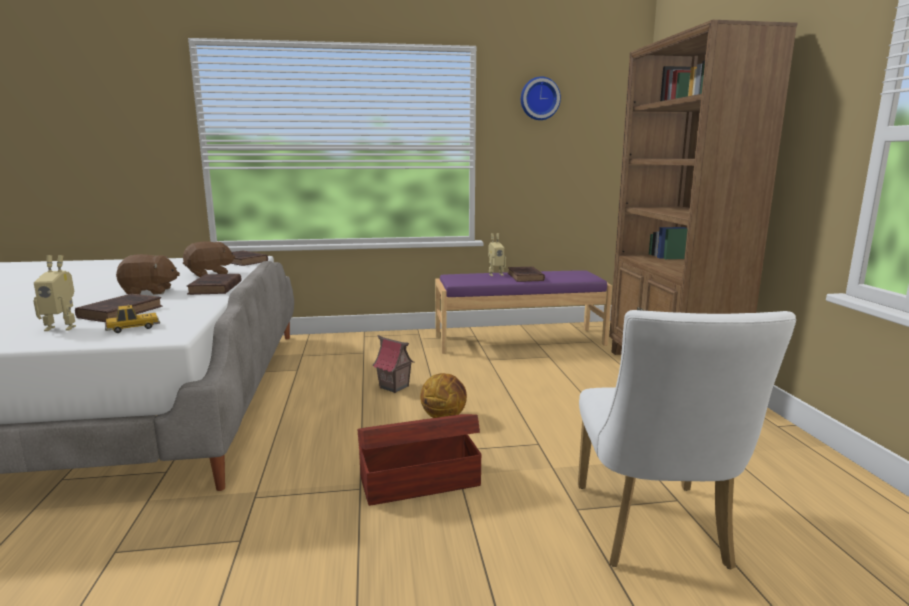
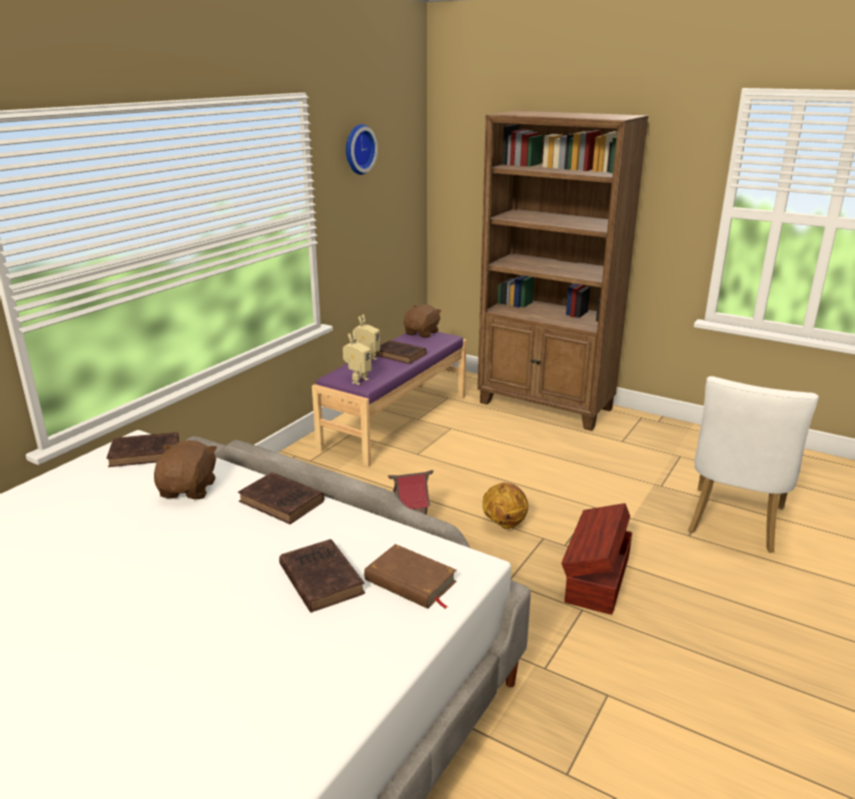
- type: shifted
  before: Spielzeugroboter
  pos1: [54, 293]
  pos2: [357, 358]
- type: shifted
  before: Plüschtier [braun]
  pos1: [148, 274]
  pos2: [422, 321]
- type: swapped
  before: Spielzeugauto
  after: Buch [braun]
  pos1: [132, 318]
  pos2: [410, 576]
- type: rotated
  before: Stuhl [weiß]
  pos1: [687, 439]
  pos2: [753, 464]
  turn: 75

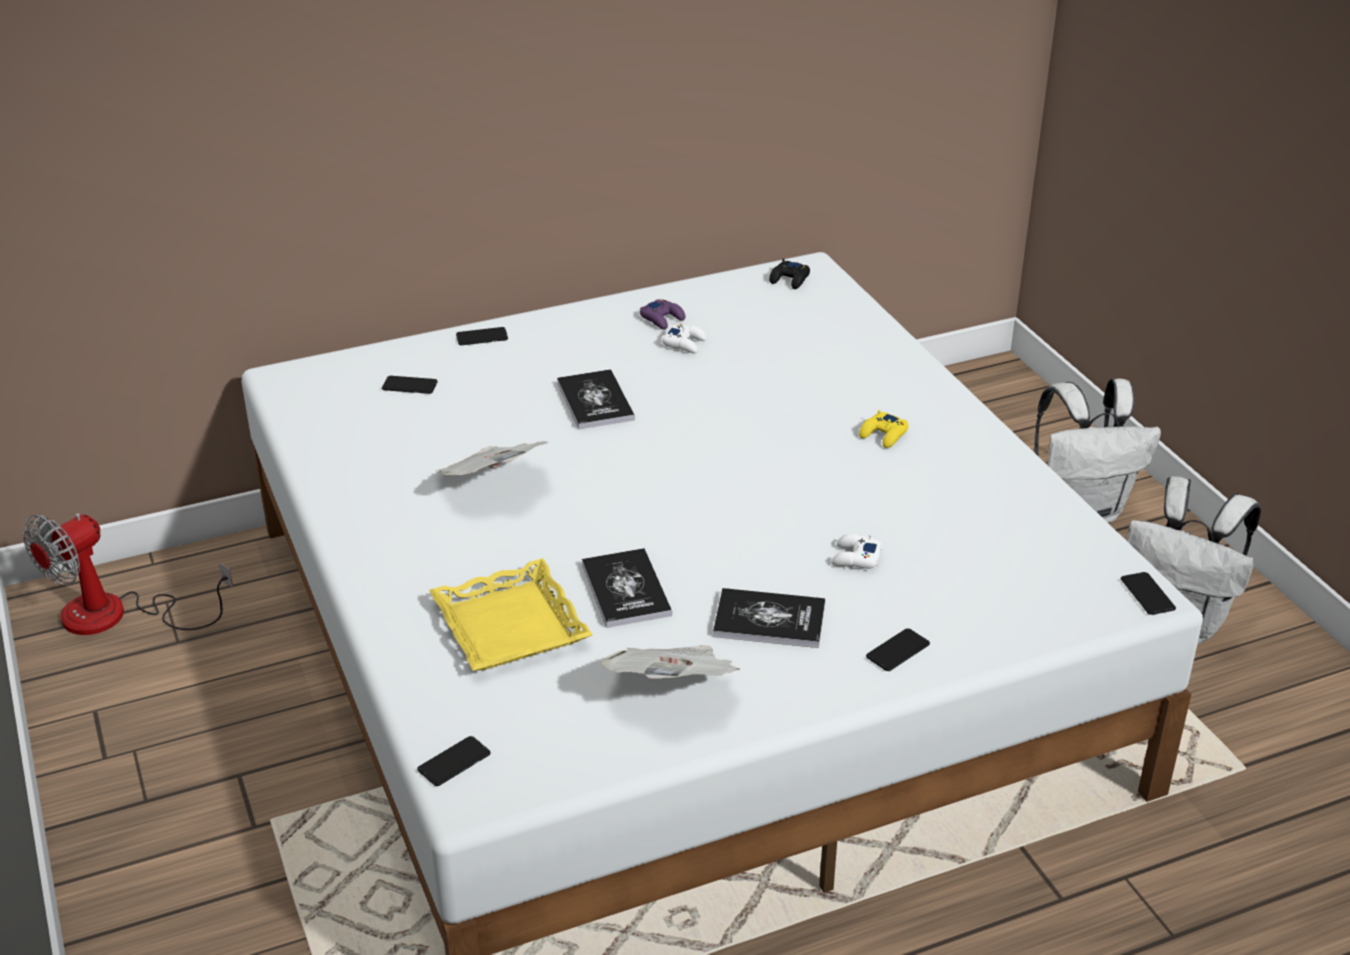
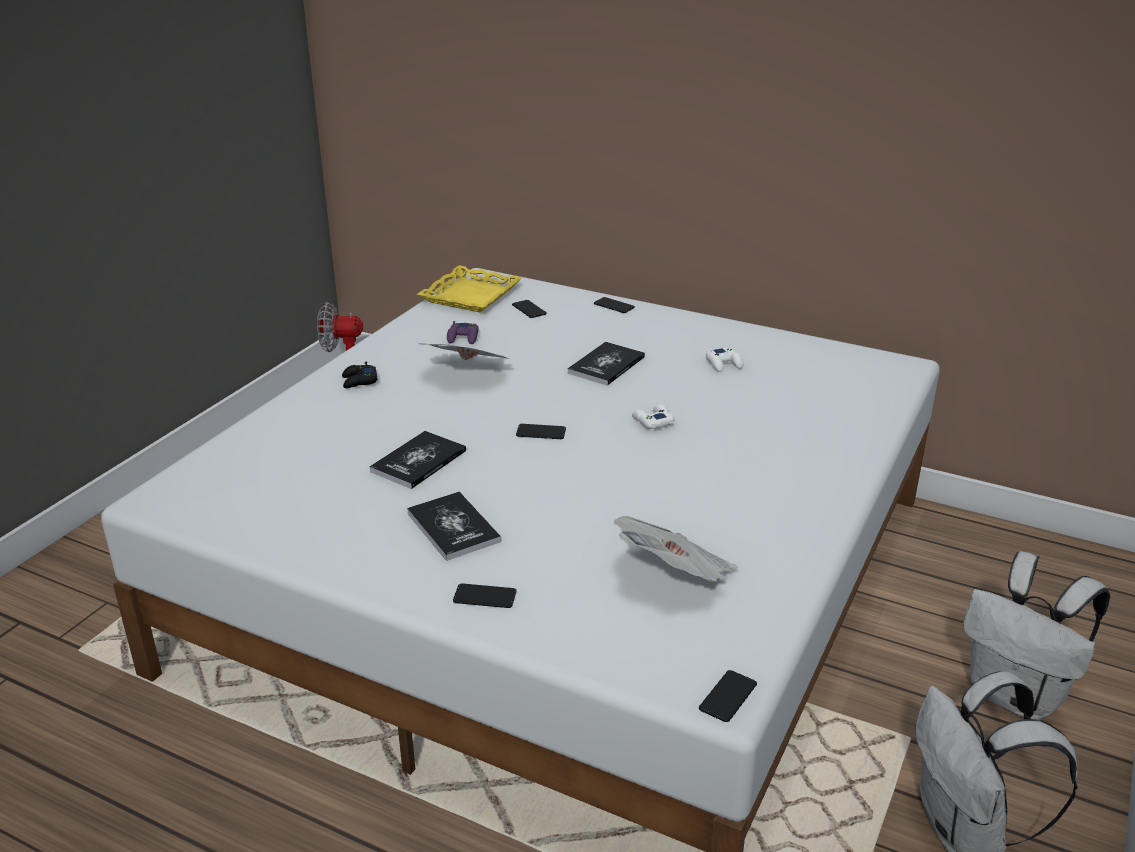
- type: gone
  before: Gamepad [gelb]
  pos1: [884, 429]
- type: shifted
  before: Handy
  pos1: [454, 761]
  pos2: [541, 431]
- type: shifted
  before: Tablett [gelb]
  pos1: [510, 614]
  pos2: [469, 289]
- type: shifted
  before: Zeitung
  pos1: [670, 662]
  pos2: [676, 549]
- type: shifted
  before: Gamepad [lila]
  pos1: [662, 314]
  pos2: [463, 332]
- type: shifted
  before: Gamepad [schwarz]
  pos1: [789, 274]
  pos2: [360, 375]
- type: shifted
  before: Gamepad [weiß]
  pos1: [856, 551]
  pos2: [653, 416]

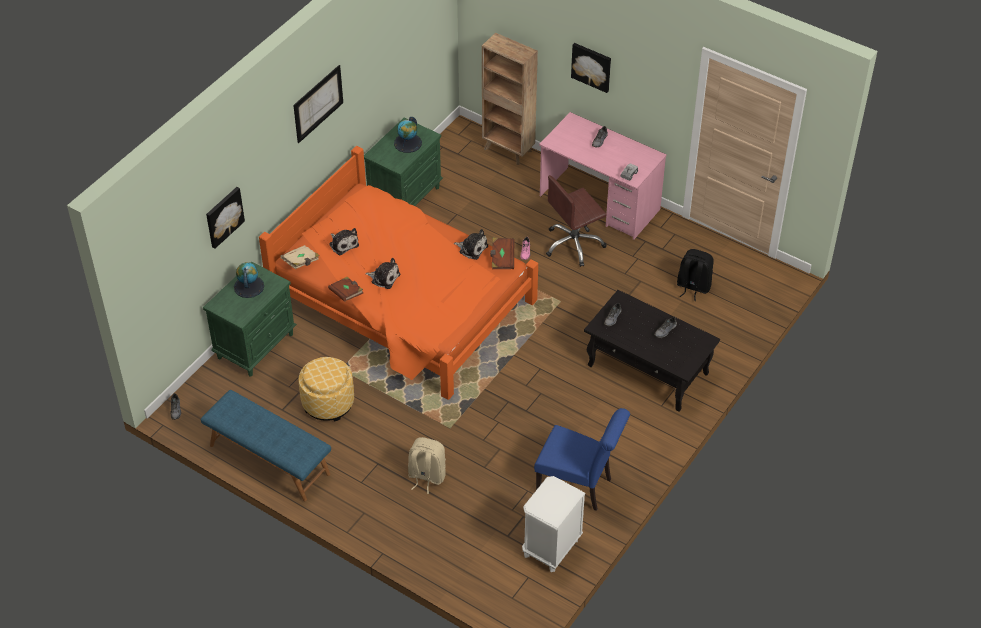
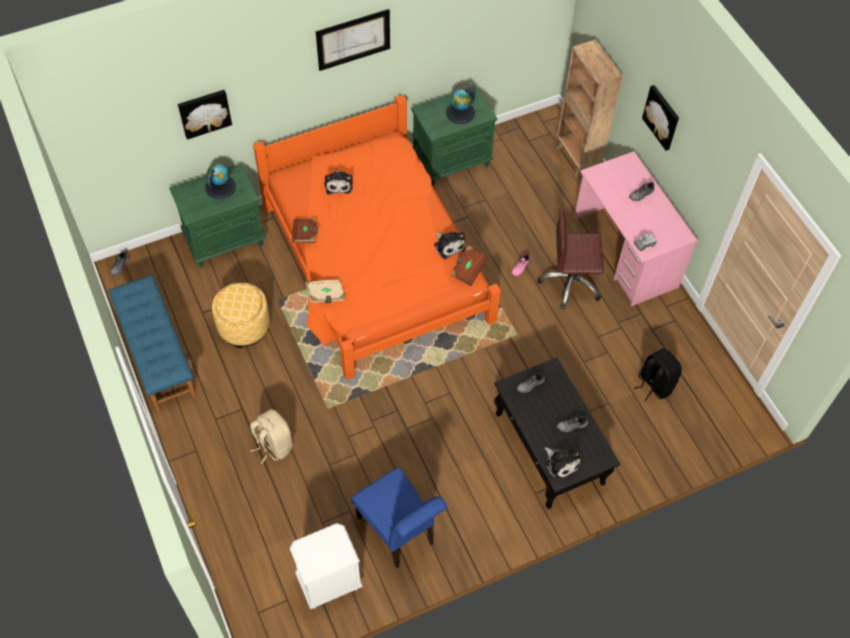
- type: shifted
  before: Buch [beige]
  pos1: [300, 257]
  pos2: [326, 291]
- type: shifted
  before: Plüschtier
  pos1: [382, 273]
  pos2: [562, 464]

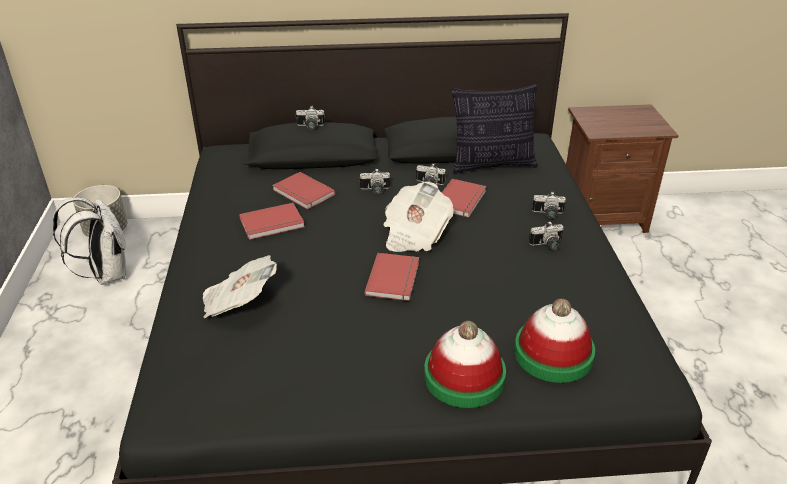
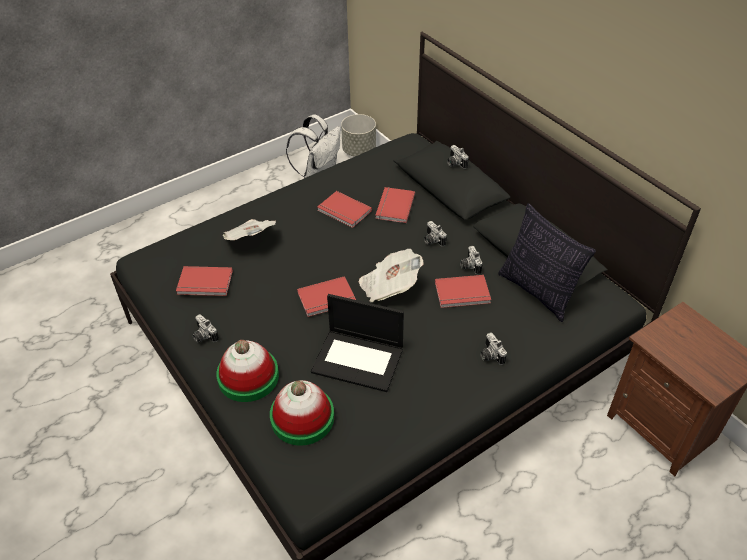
- type: new
  after: Buch [rot]
  pos2: [204, 281]
- type: new
  after: Laptop
  pos2: [357, 343]
- type: shifted
  before: Kamera
  pos1: [546, 235]
  pos2: [205, 328]

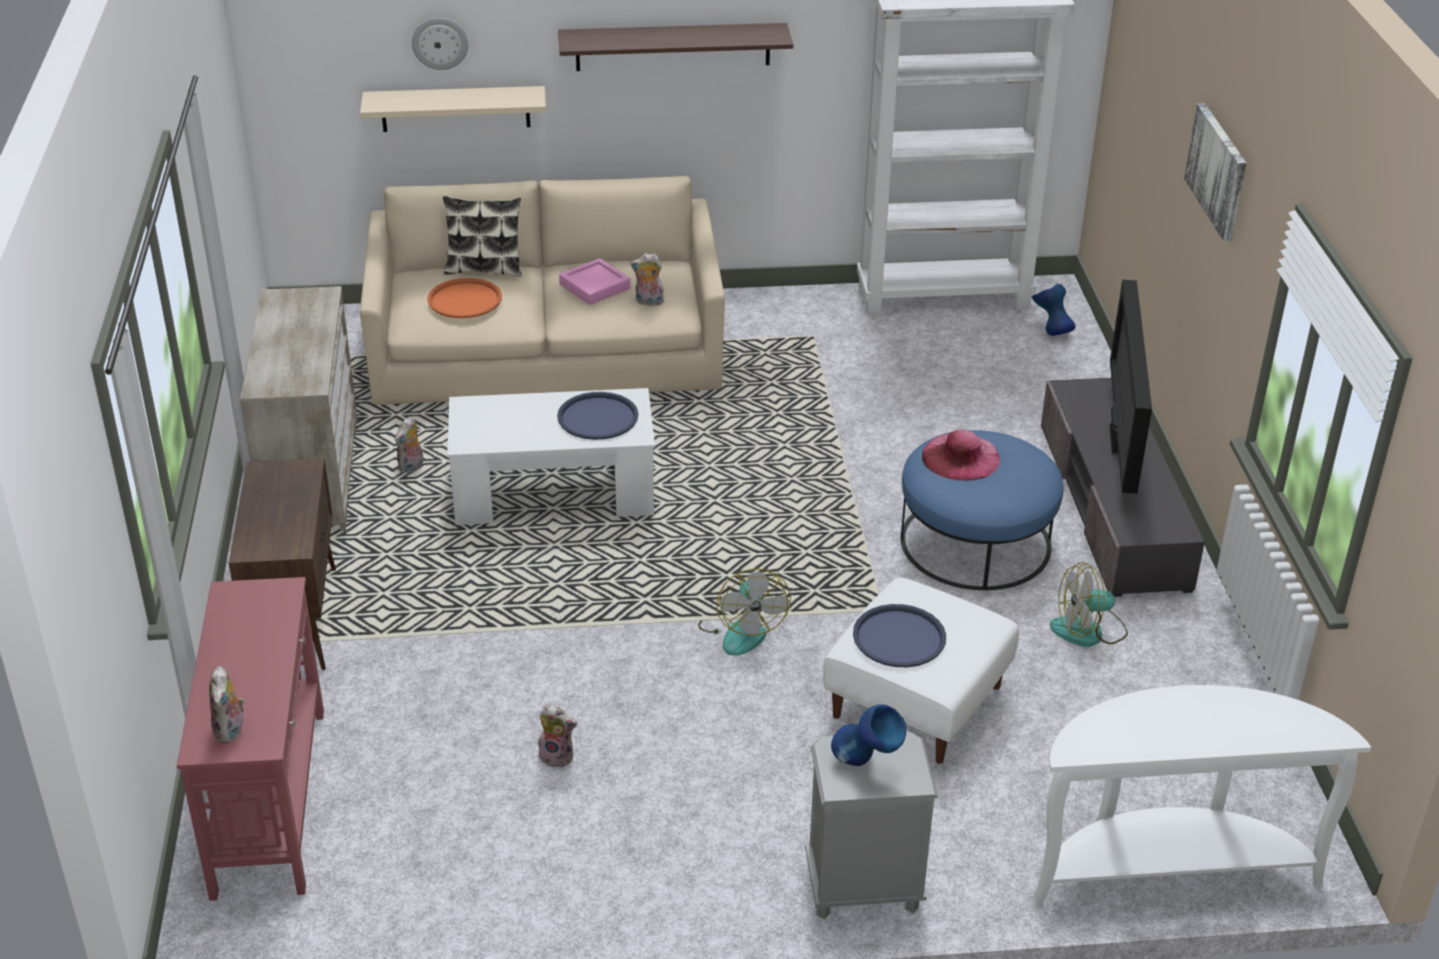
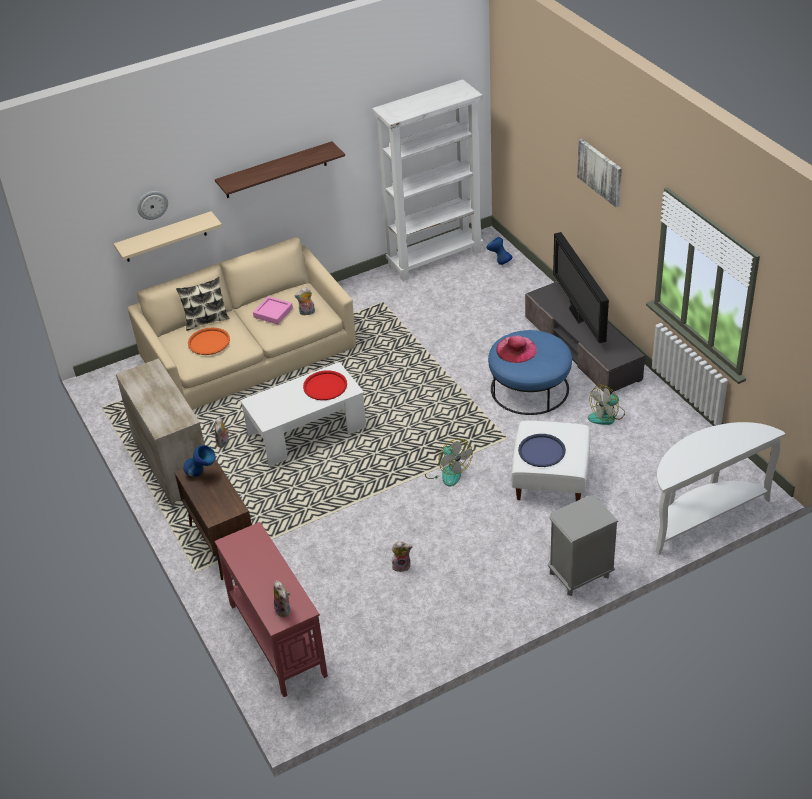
- type: shifted
  before: Vase [blau]
  pos1: [869, 735]
  pos2: [199, 460]
- type: repainted
  before: Tablett [blau]
  after: Tablett [rot]
  pos1: [597, 416]
  pos2: [325, 385]

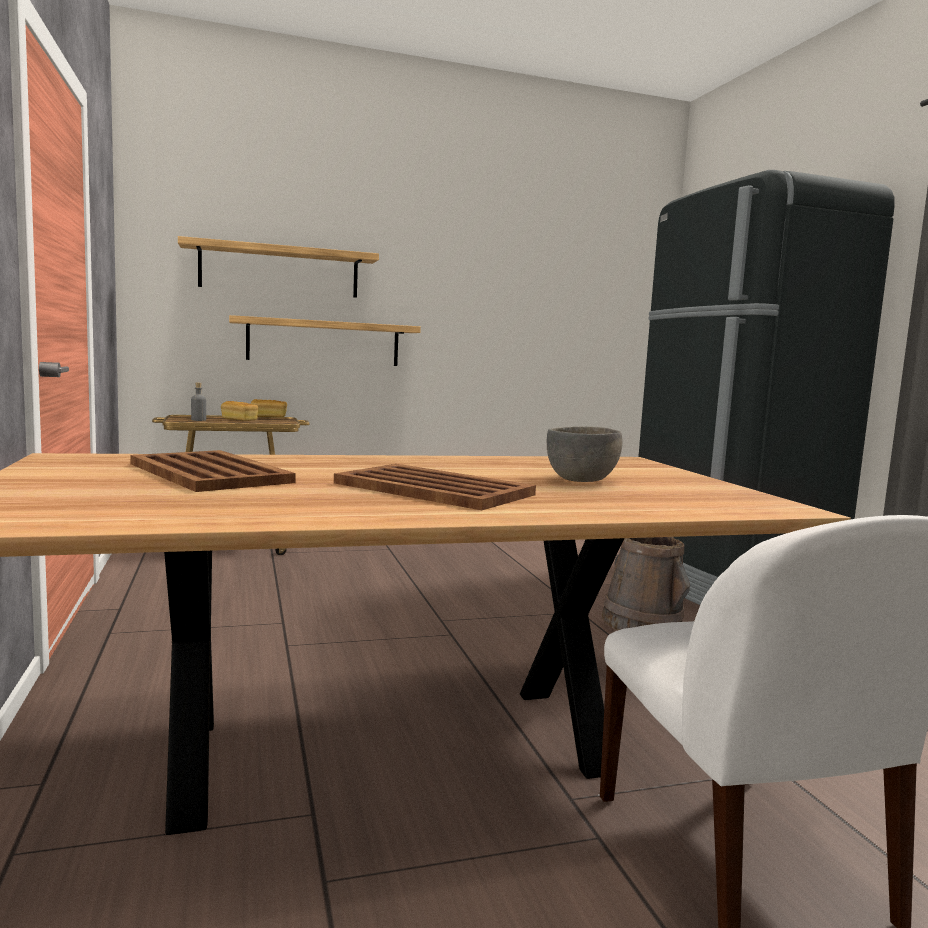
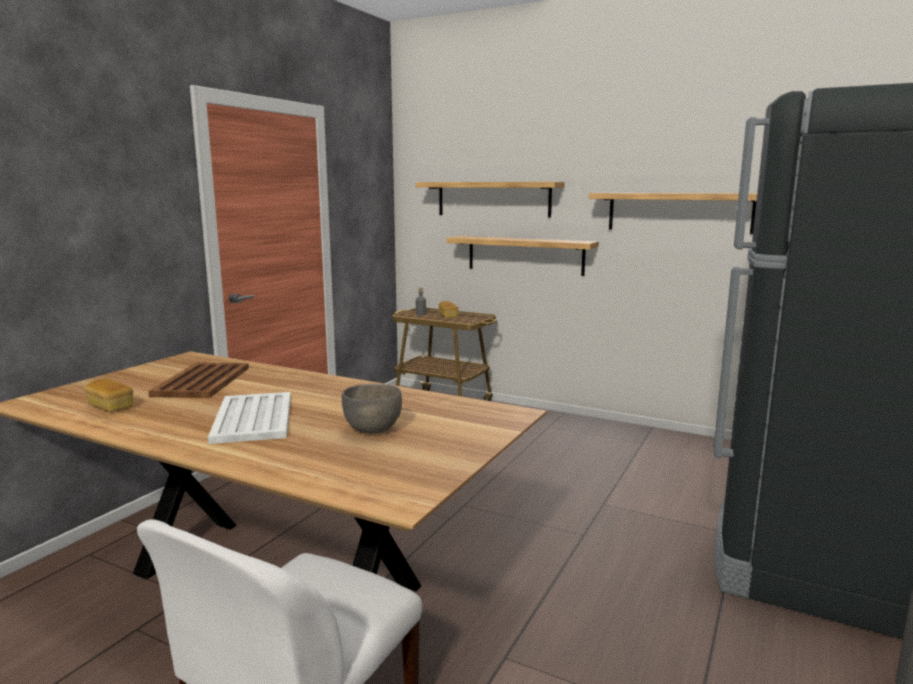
- type: gone
  before: Eimer [braun]
  pos1: [646, 583]
- type: new
  after: Wandregal
  pos2: [673, 213]
- type: shifted
  before: Brot
  pos1: [268, 408]
  pos2: [108, 395]
- type: repainted
  before: Tablett [braun]
  after: Tablett [weiß]
  pos1: [435, 487]
  pos2: [249, 418]

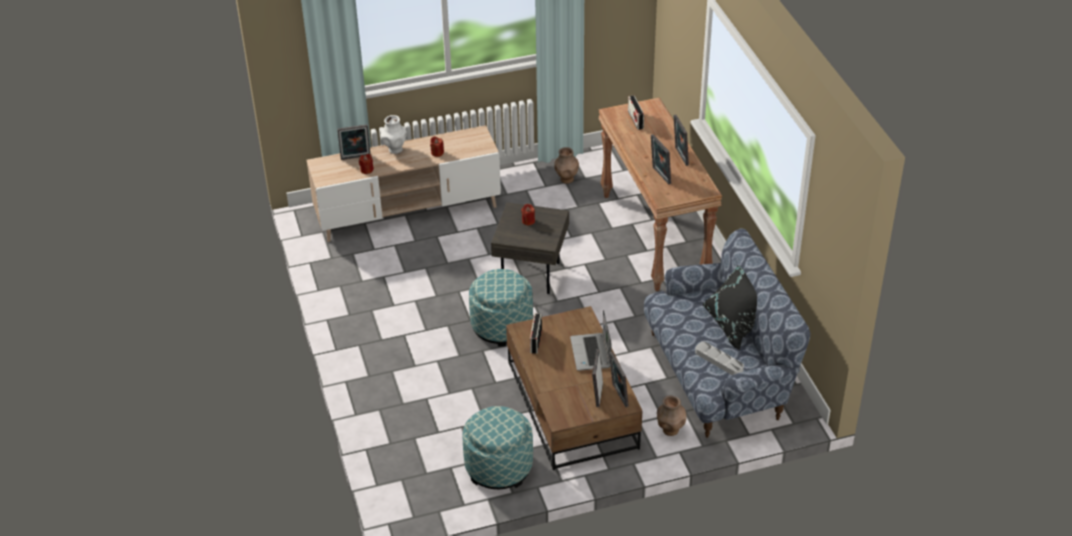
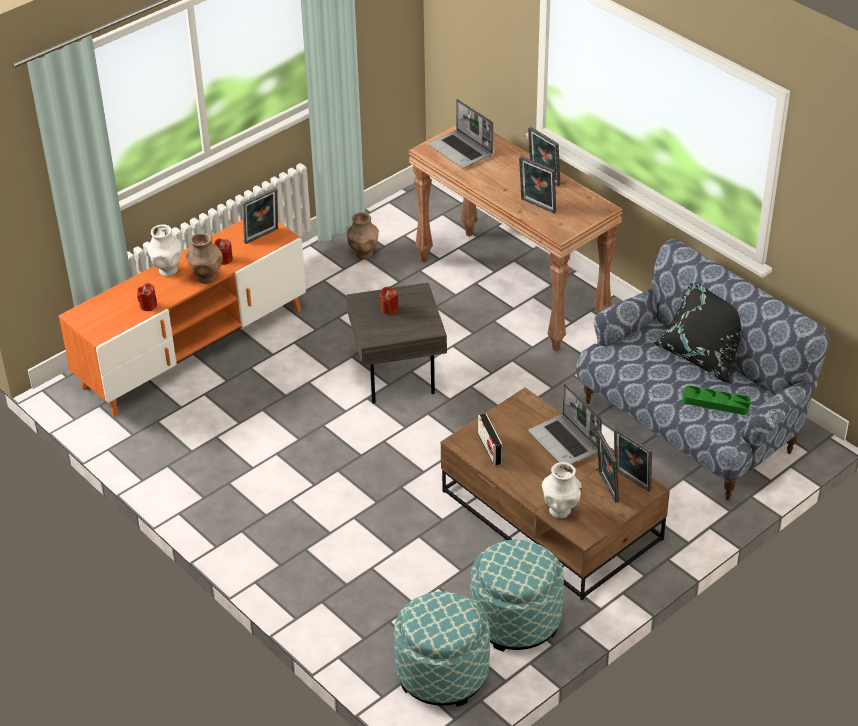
- type: new
  after: Vase [weiß]
  pos2: [562, 490]
- type: shifted
  before: Bilderrahmen
  pos1: [353, 142]
  pos2: [260, 216]
- type: shifted
  before: Polsterhocker
  pos1: [501, 308]
  pos2: [442, 649]
- type: shifted
  before: Vase [braun]
  pos1: [671, 415]
  pos2: [204, 258]
- type: swapped
  before: Radio
  after: Laptop
  pos1: [636, 112]
  pos2: [460, 133]
- type: repainted
  before: Fernsehschrank [beige]
  after: Fernsehschrank [orange]
  pos1: [404, 183]
  pos2: [182, 318]
- type: repainted
  before: Tablett [grau]
  after: Tablett [grün]
  pos1: [719, 358]
  pos2: [716, 400]

